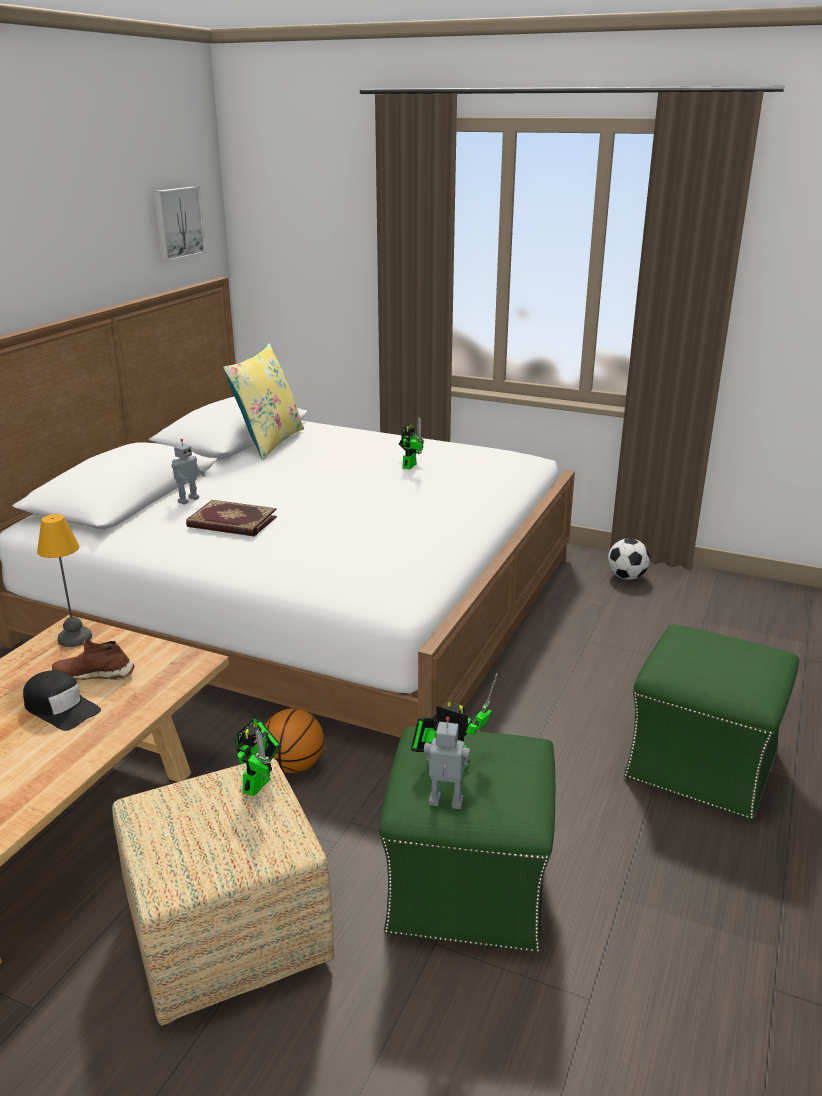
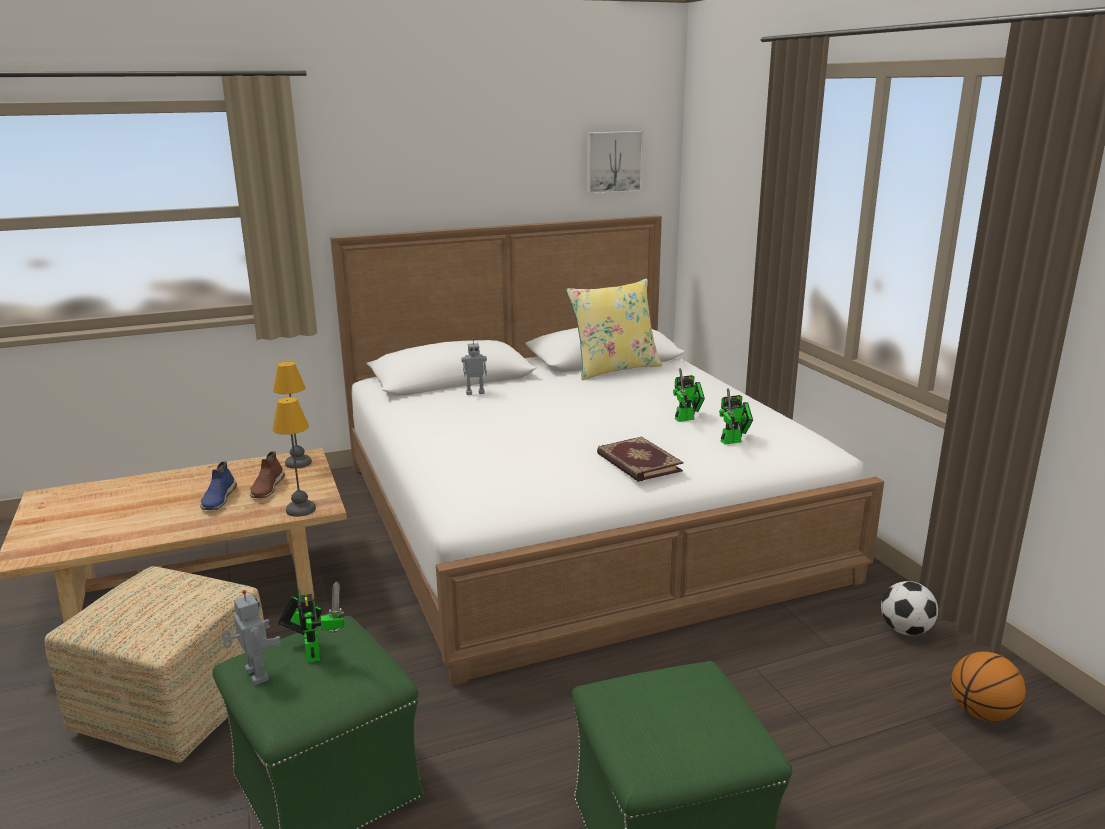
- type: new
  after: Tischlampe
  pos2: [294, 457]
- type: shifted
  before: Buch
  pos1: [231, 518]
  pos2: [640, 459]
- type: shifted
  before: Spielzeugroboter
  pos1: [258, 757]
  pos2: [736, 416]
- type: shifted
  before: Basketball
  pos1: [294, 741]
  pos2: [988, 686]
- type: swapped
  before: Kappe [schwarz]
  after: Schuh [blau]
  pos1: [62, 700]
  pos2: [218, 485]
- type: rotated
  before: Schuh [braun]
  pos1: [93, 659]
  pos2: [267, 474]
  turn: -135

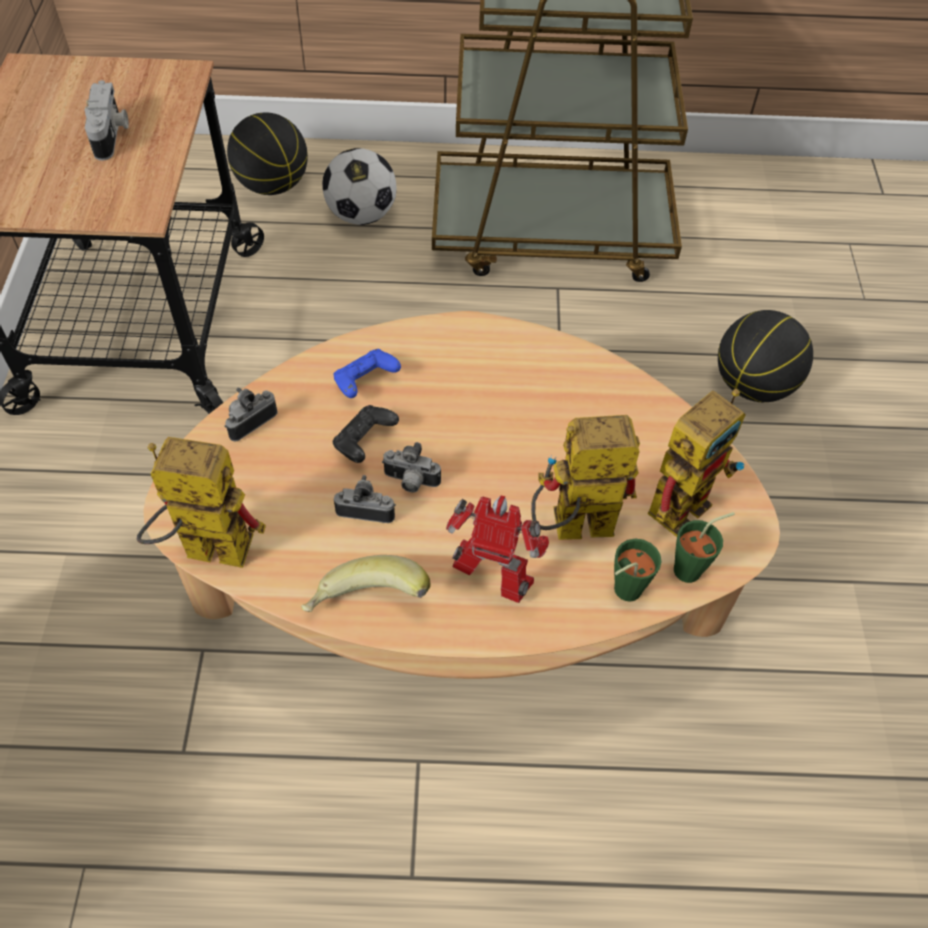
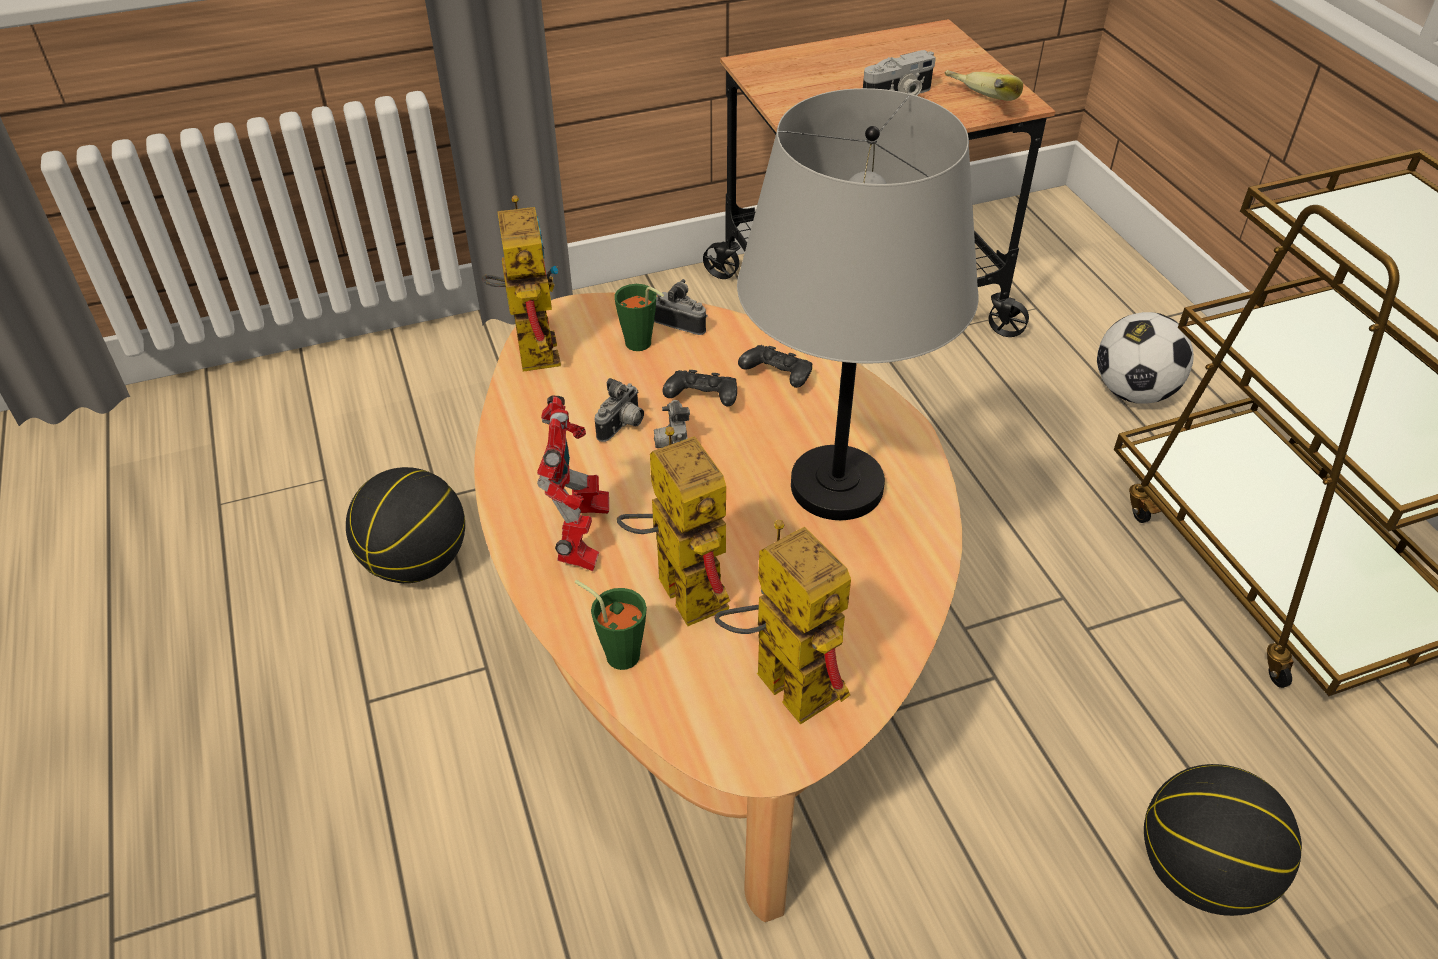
- type: new
  after: Tischlampe [grau]
  pos2: [858, 304]
- type: shifted
  before: Basketball
  pos1: [267, 153]
  pos2: [405, 525]
- type: shifted
  before: Banane
  pos1: [366, 583]
  pos2: [984, 85]
- type: shifted
  before: Tasse [grün]
  pos1: [704, 547]
  pos2: [639, 317]
- type: repainted
  before: Gamepad [blau]
  after: Gamepad [schwarz]
  pos1: [367, 373]
  pos2: [775, 366]
- type: rotated
  before: Kamera
  pos1: [365, 499]
  pos2: [619, 410]
  turn: 45
- type: rotated
  before: Spielzeugroboter
  pos1: [697, 463]
  pos2: [782, 622]
  turn: -150

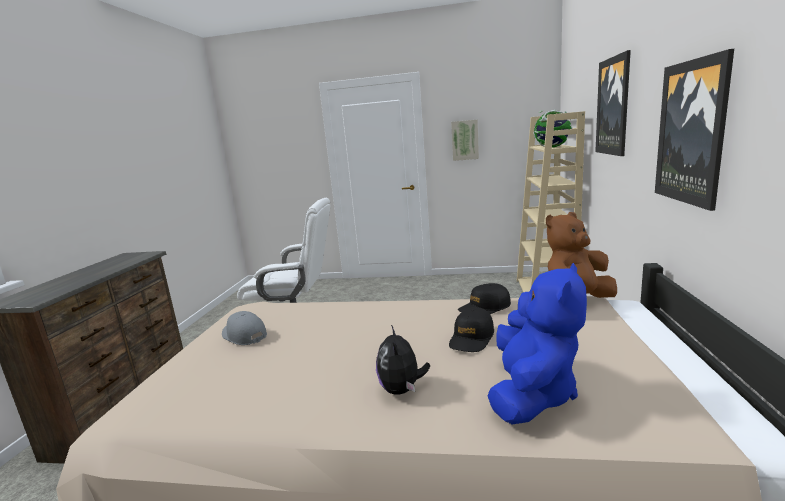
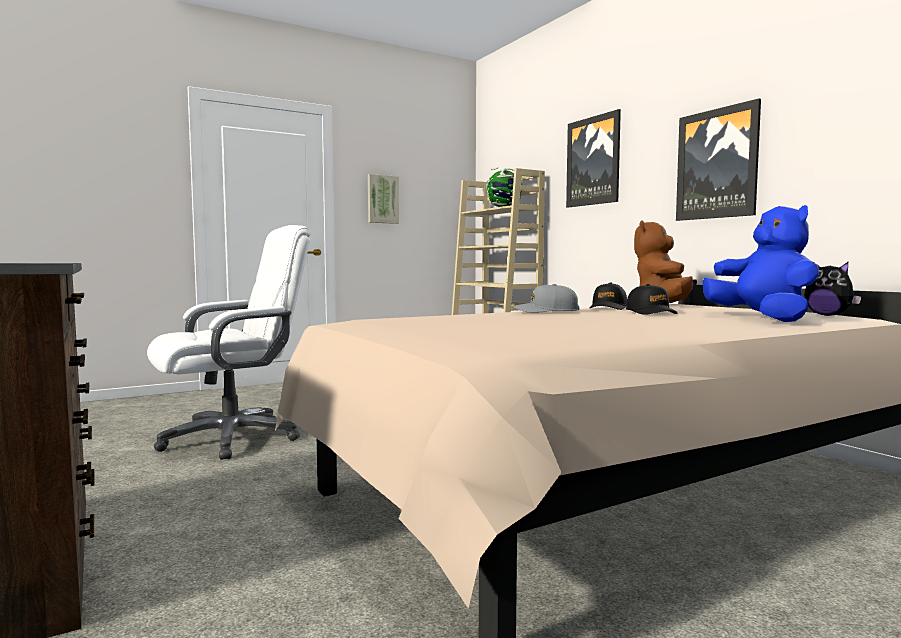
- type: shifted
  before: Kappe [grau]
  pos1: [244, 328]
  pos2: [546, 298]
- type: shifted
  before: Plüschtier
  pos1: [403, 360]
  pos2: [832, 288]

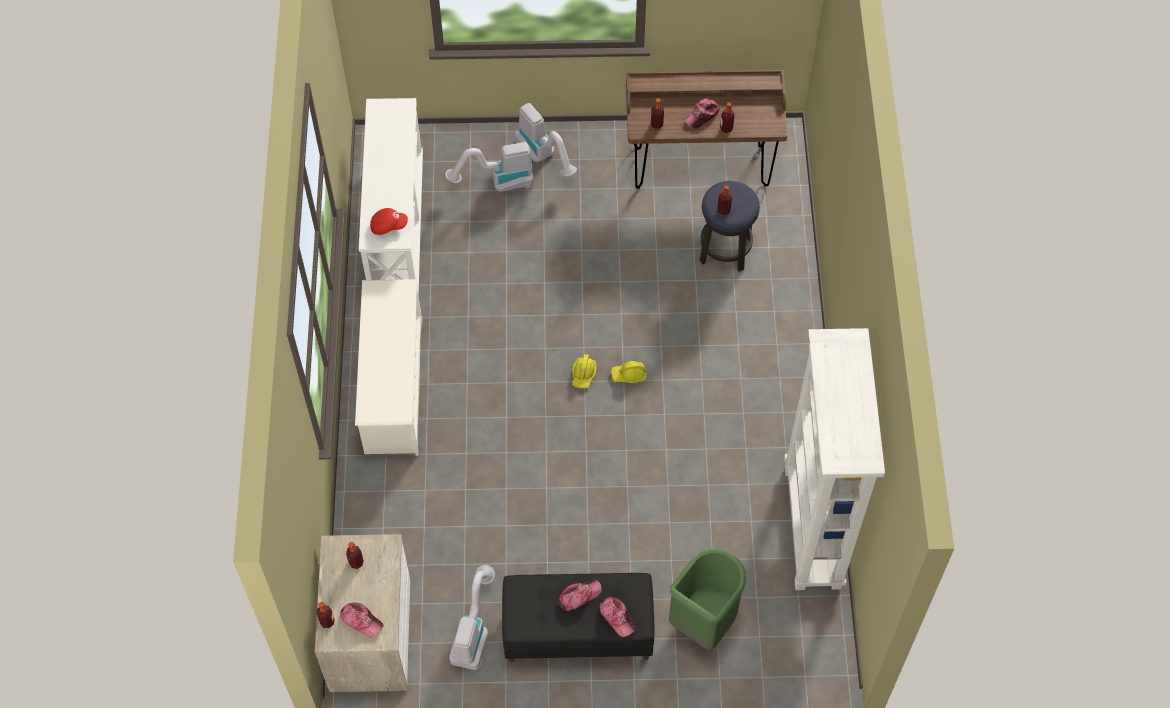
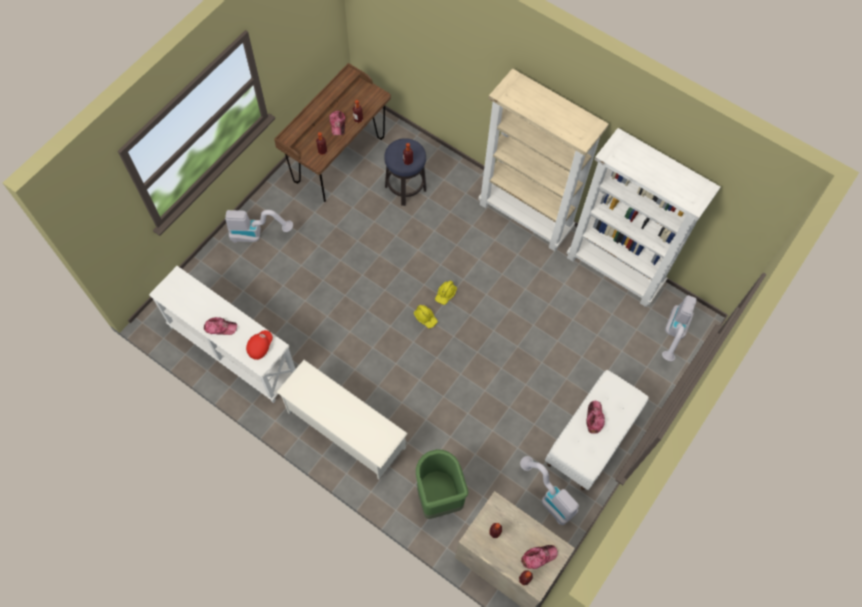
- type: new
  after: Bücherregal [beige]
  pos2: [543, 159]
- type: shifted
  before: Staubsauger
  pos1: [489, 167]
  pos2: [679, 328]
- type: shifted
  before: Kappe
  pos1: [617, 617]
  pos2: [220, 326]
- type: shifted
  before: Mülleimer [grün]
  pos1: [707, 599]
  pos2: [442, 484]
- type: repainted
  before: Bank [schwarz]
  after: Bank [weiß]
  pos1: [578, 617]
  pos2: [597, 430]

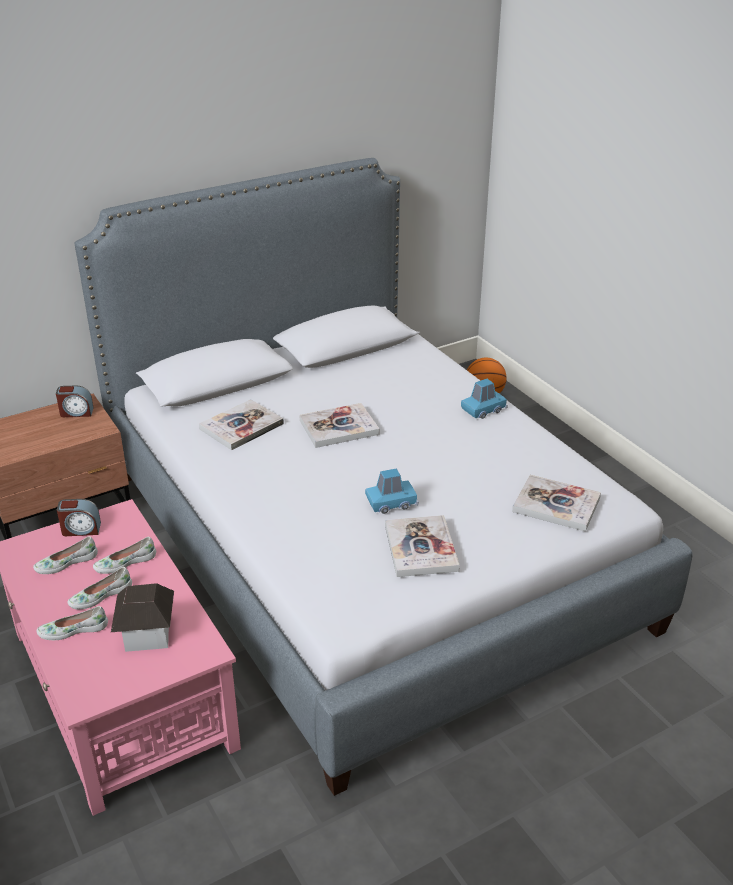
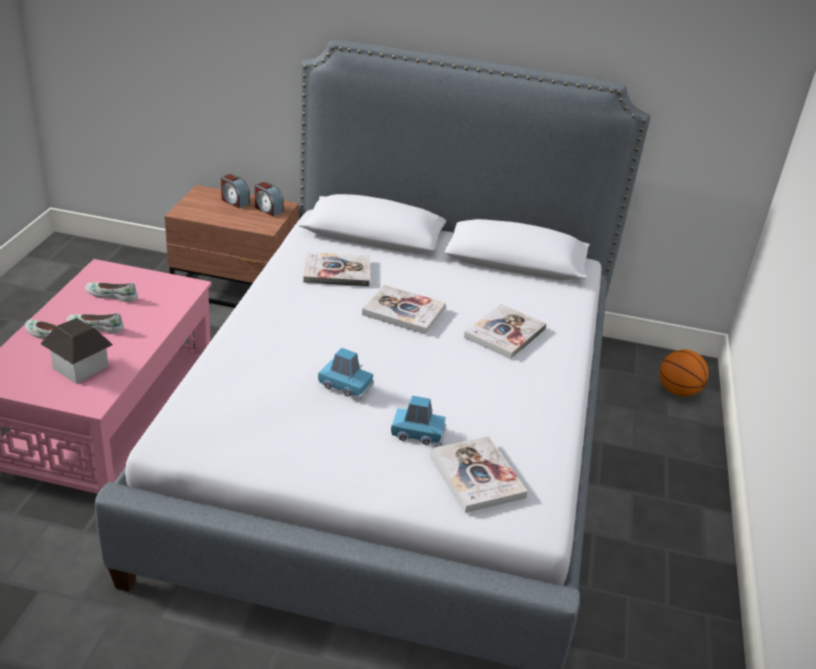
- type: gone
  before: Schuh [weiß]
  pos1: [124, 555]
- type: shifted
  before: Wecker
  pos1: [79, 517]
  pos2: [235, 191]
- type: shifted
  before: Buch
  pos1: [422, 546]
  pos2: [505, 331]
- type: shifted
  before: Spielzeugauto [blau]
  pos1: [484, 399]
  pos2: [418, 421]

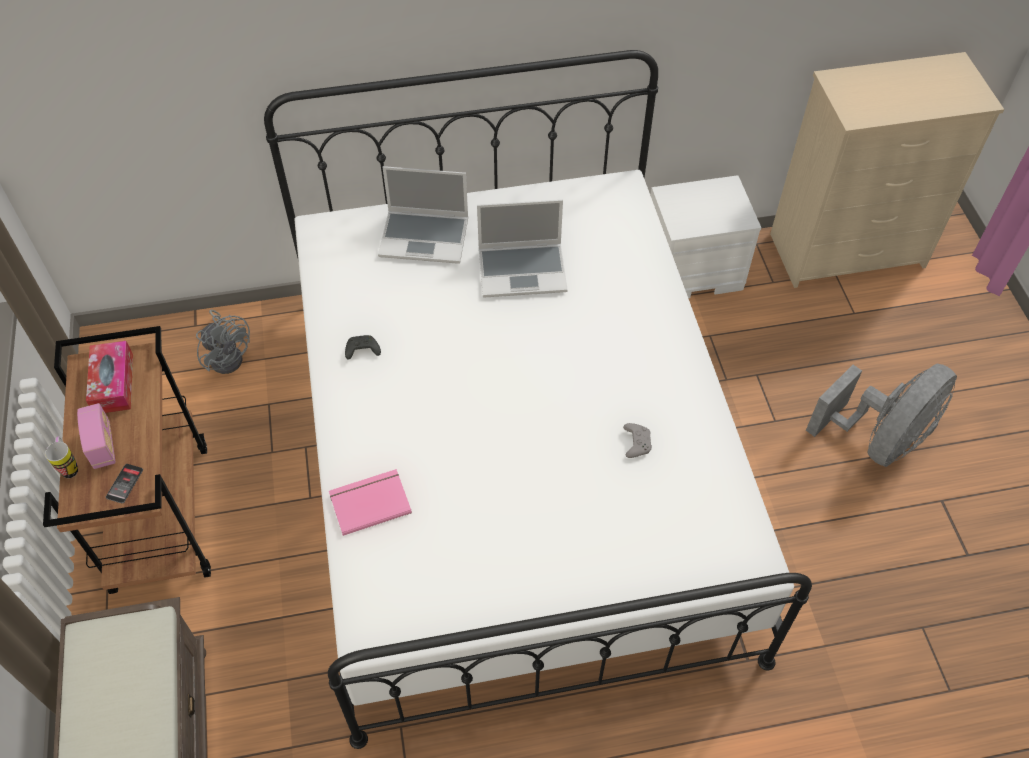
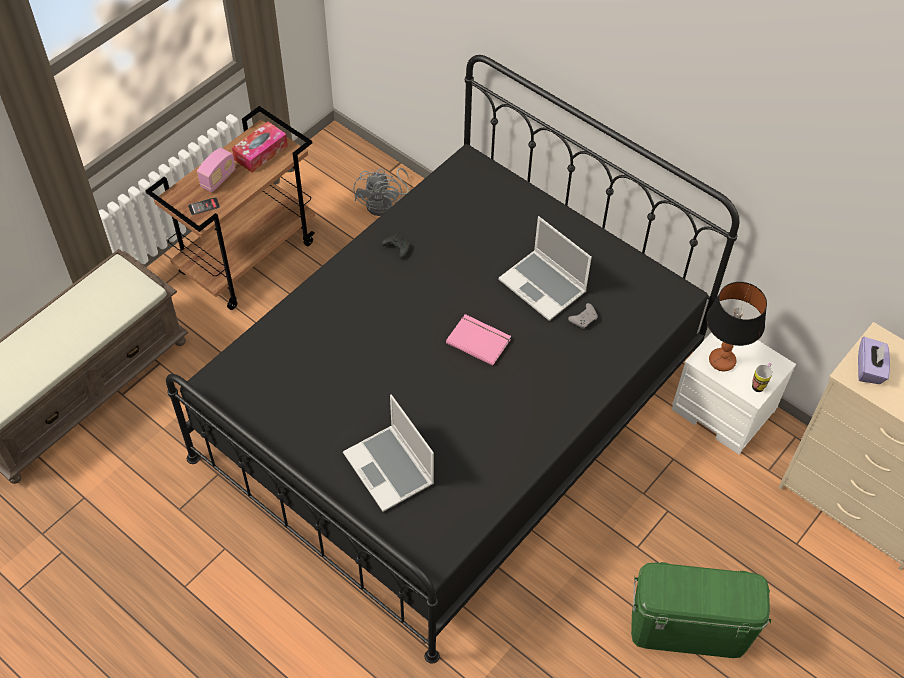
- type: new
  after: Tischlampe
  pos2: [736, 326]
- type: new
  after: Taschentuchbox [lila]
  pos2: [874, 360]
- type: shifted
  before: Henkelbecher
  pos1: [61, 457]
  pos2: [762, 377]
- type: shifted
  before: Buch [rosa]
  pos1: [370, 502]
  pos2: [478, 340]
- type: shifted
  before: Laptop
  pos1: [423, 215]
  pos2: [388, 453]
- type: shifted
  before: Gamepad [grau]
  pos1: [637, 440]
  pos2: [583, 316]
- type: swapped
  before: Ventilator [grau]
  after: Aufbewahrungsbox [grün]
  pos1: [881, 415]
  pos2: [701, 610]
- type: repainted
  before: Bett [weiß]
  after: Bett [schwarz]
  pos1: [538, 399]
  pos2: [453, 359]

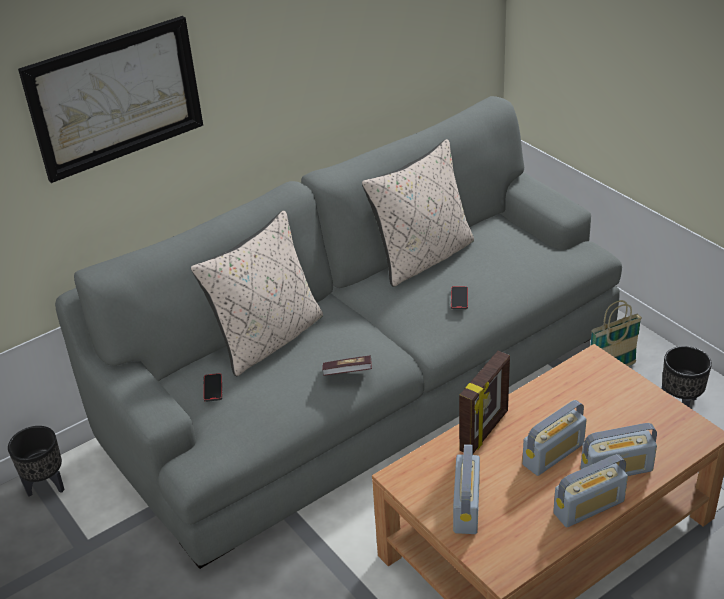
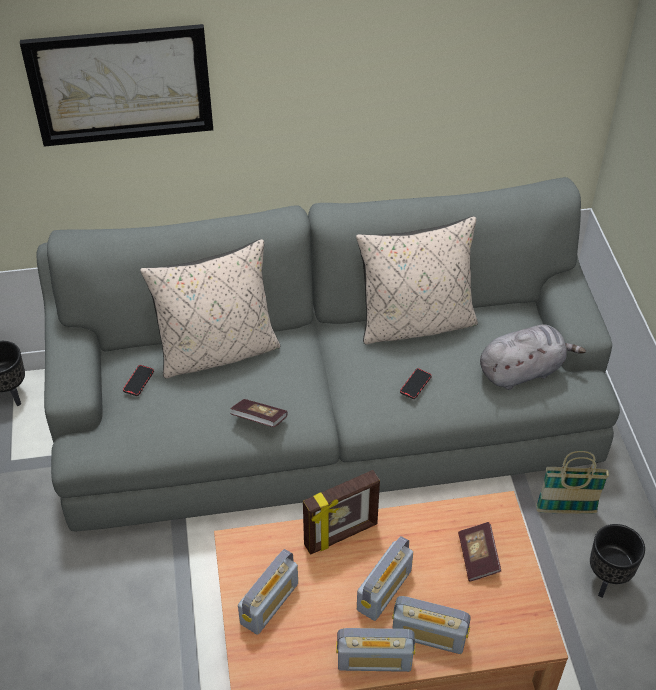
- type: new
  after: Buch
  pos2: [479, 552]
- type: new
  after: Plüschtier [grau]
  pos2: [533, 357]
- type: rotated
  before: Radio
  pos1: [554, 438]
  pos2: [385, 578]
  turn: -45

